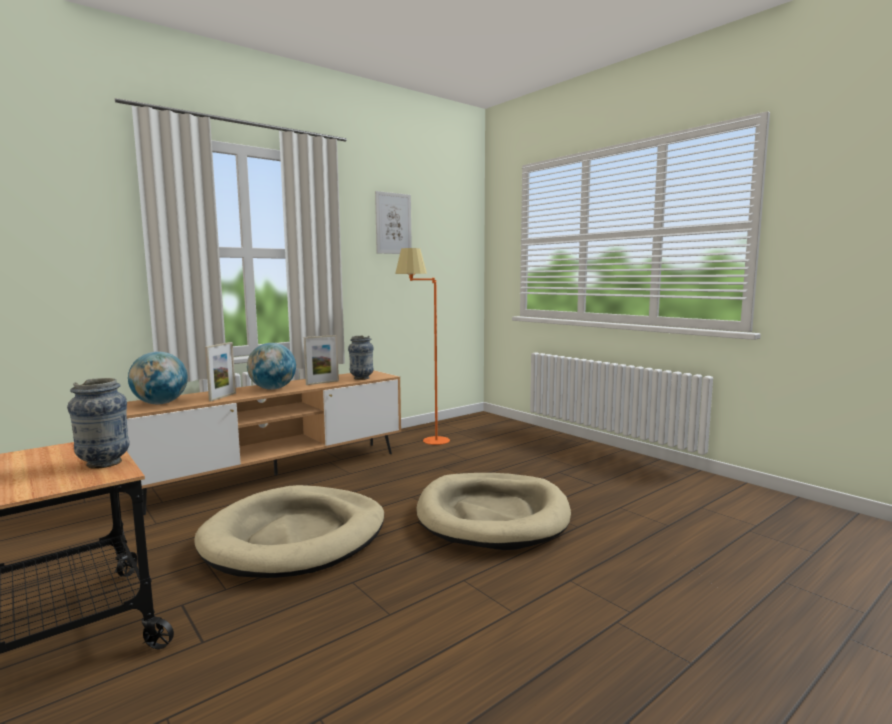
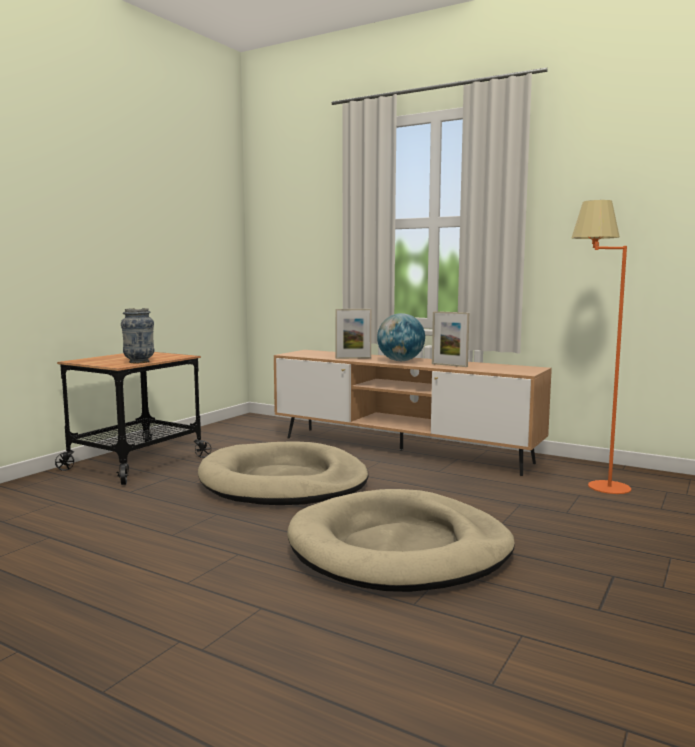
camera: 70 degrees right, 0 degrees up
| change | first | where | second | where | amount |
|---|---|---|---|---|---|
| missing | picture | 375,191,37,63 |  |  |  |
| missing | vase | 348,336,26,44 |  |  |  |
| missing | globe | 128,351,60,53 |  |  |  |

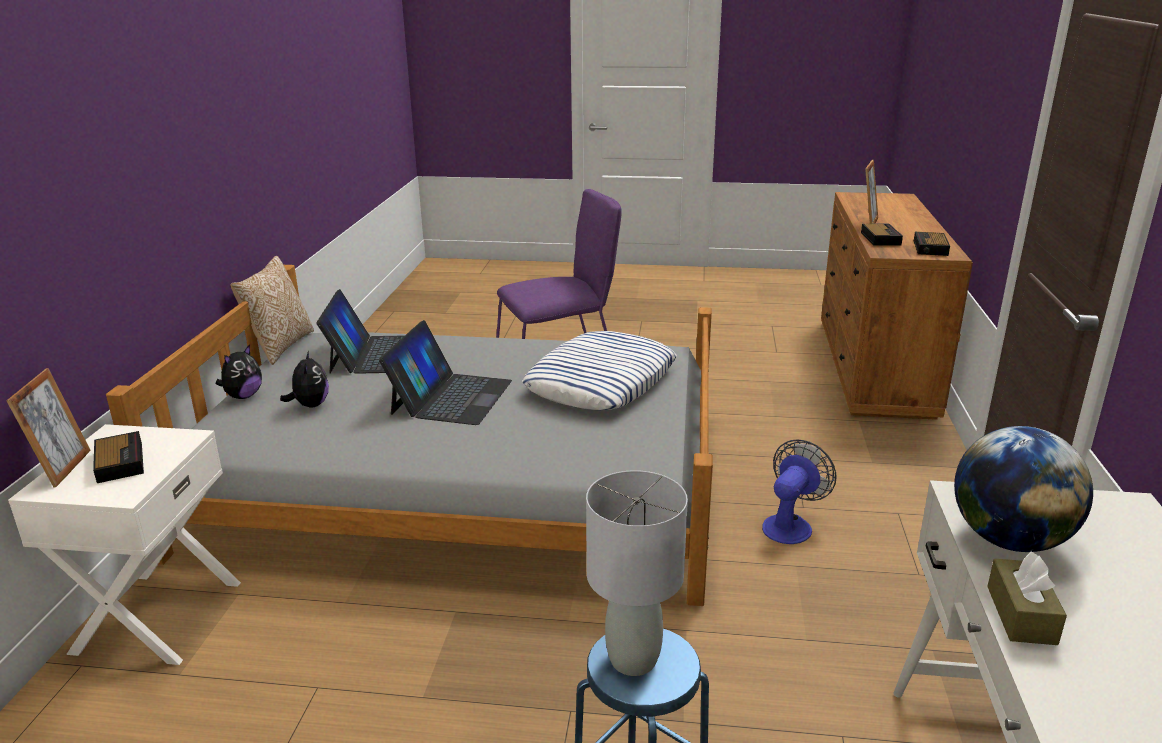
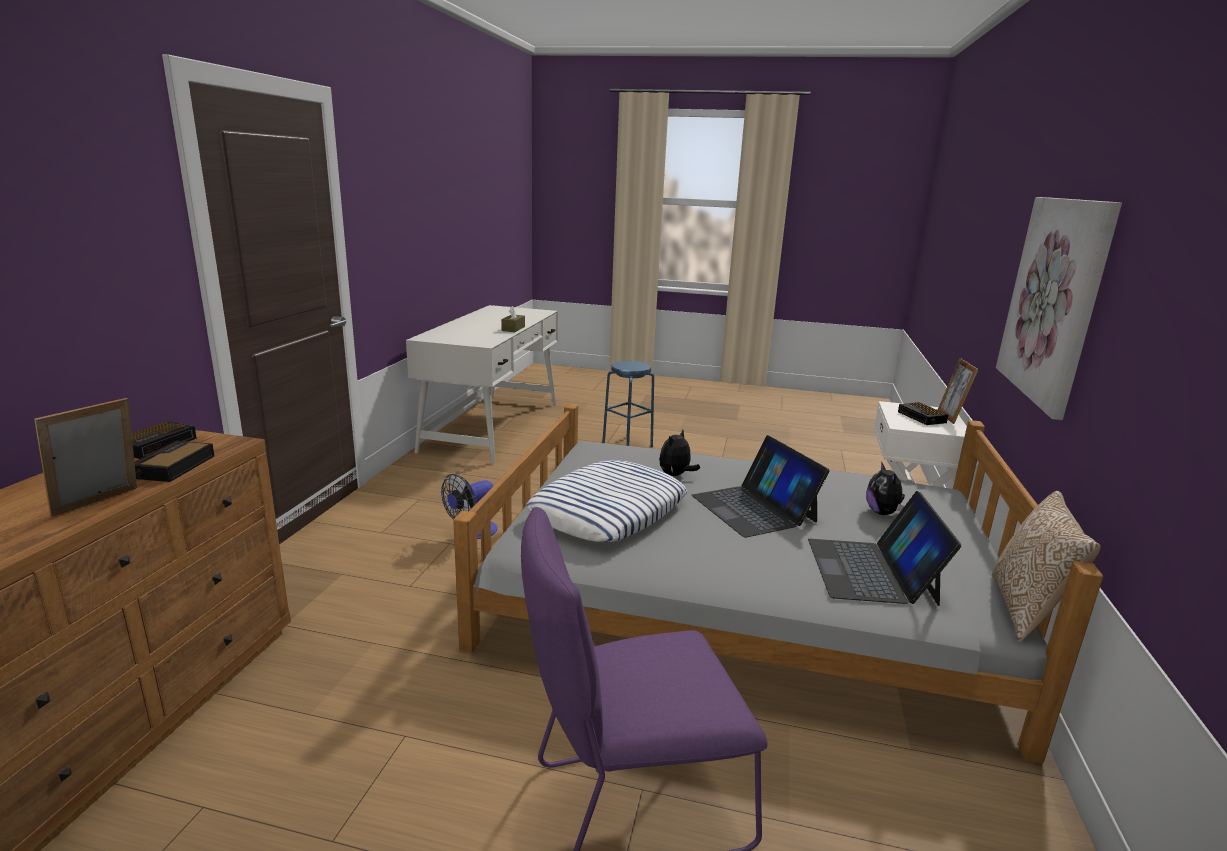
camera: 175 degrees left, 5 degrees down
| change | first | where | second | where | amount |
|---|---|---|---|---|---|
| spun | laptop | 379,320,133,105 |  | 692,435,138,102 | 45 degrees counterclockwise |
| relocated | plush_toy | 216,344,46,55 |  | 659,430,41,46 |  |
| missing | globe | 954,426,139,126 |  |  |  |
| missing | grey_table_lamp | 586,470,102,206 |  |  |  |
| appeared |  |  | picture | 996,197,126,223 |  |

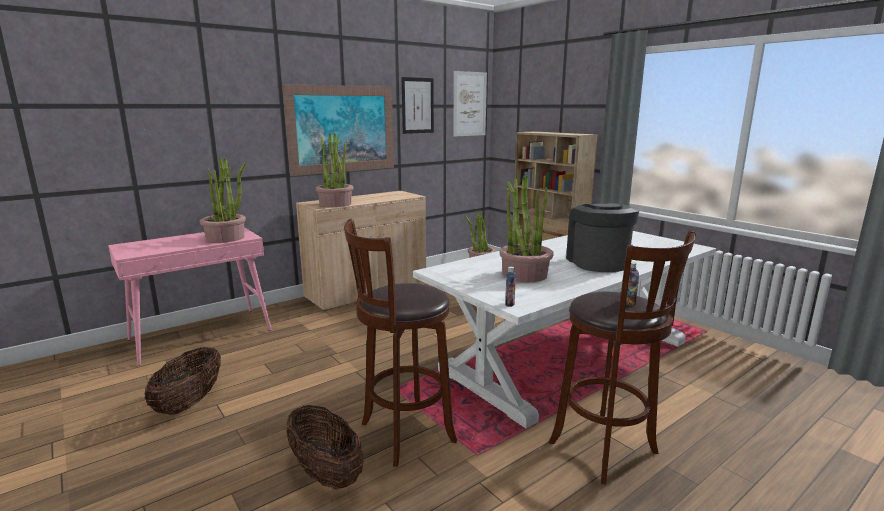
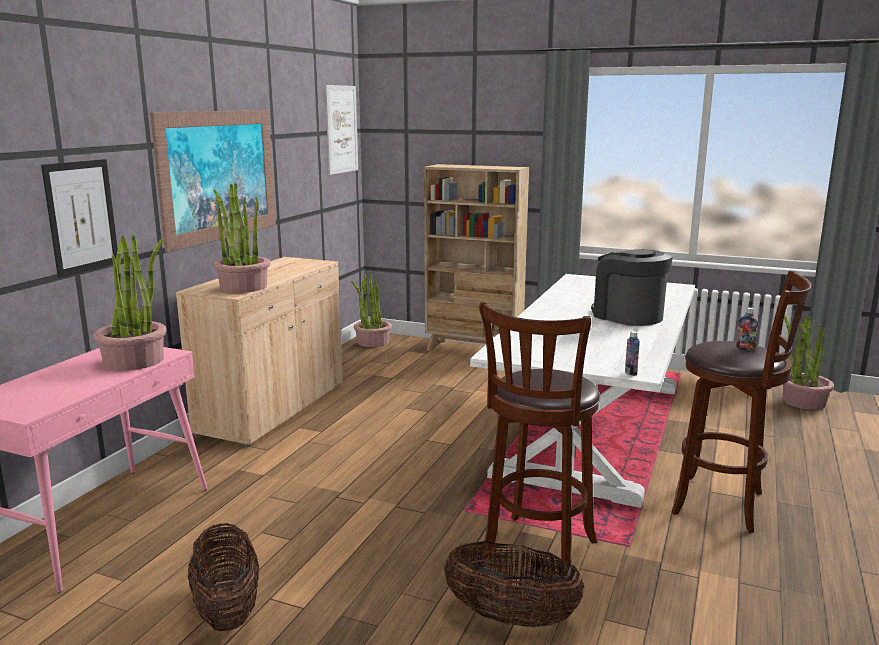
camera: 30 degrees left, 0 degrees up
| change | first | where | second | where | amount |
|---|---|---|---|---|---|
| relocated | picture | 402,77,32,57 |  | 41,159,77,119 |  |
| relocated | potted_plant | 499,174,55,108 |  | 783,315,51,95 |  |

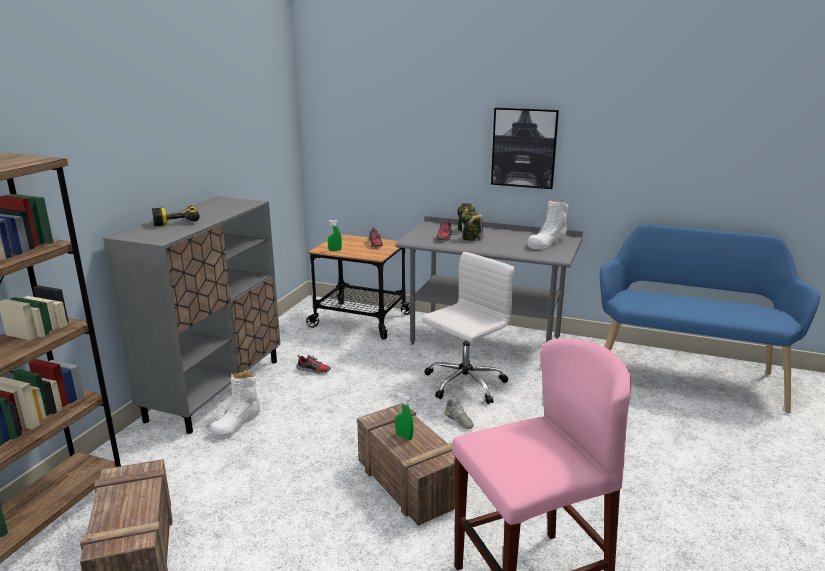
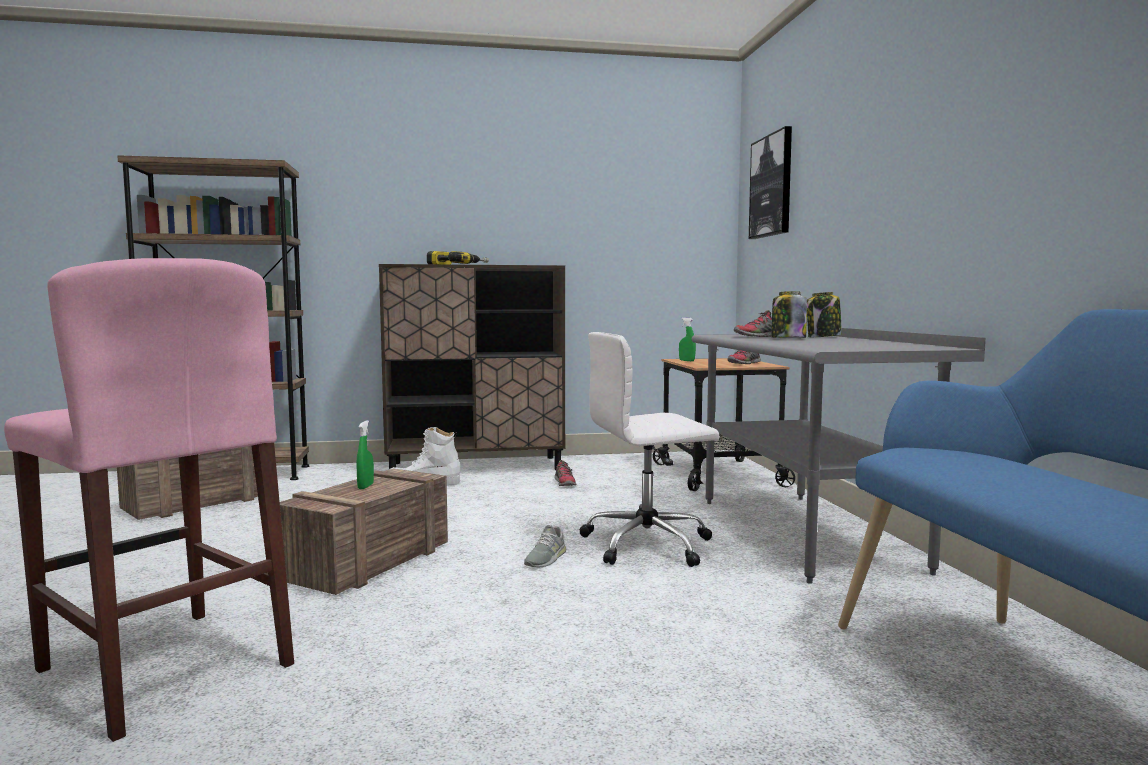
camera: 60 degrees right, 15 degrees down
| change | first | where | second | where | amount |
|---|---|---|---|---|---|
| relocated | picture | 491,108,68,81 |  | 749,126,43,113 |  |
| colour | grey_cabinet | 103,196,177,238 | brown_cabinet | 379,264,186,206 |  |
| missing | white_boot | 528,199,40,50 |  |  |  |
| spun | white_office_chair | 422,252,92,152 |  | 580,332,139,235 | 150 degrees clockwise |

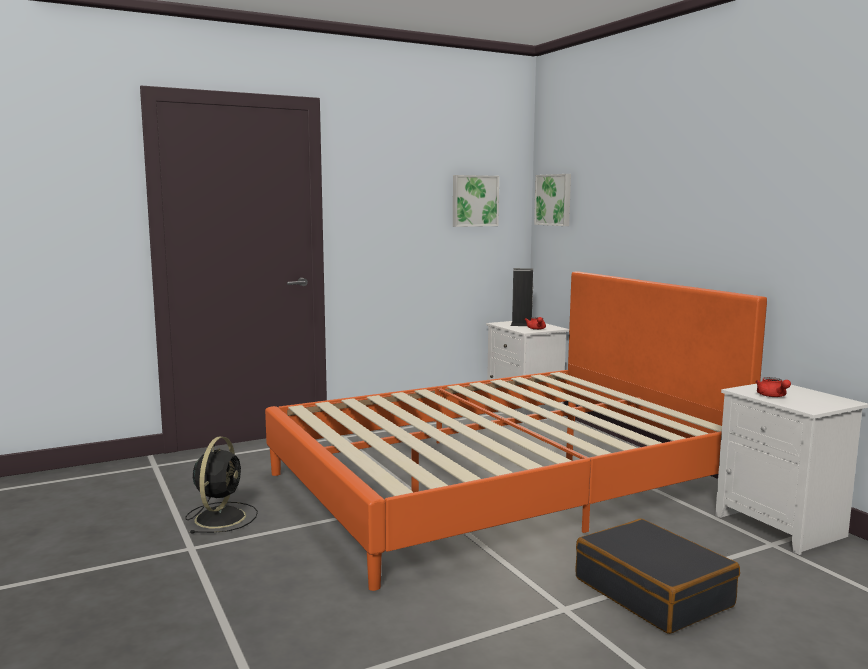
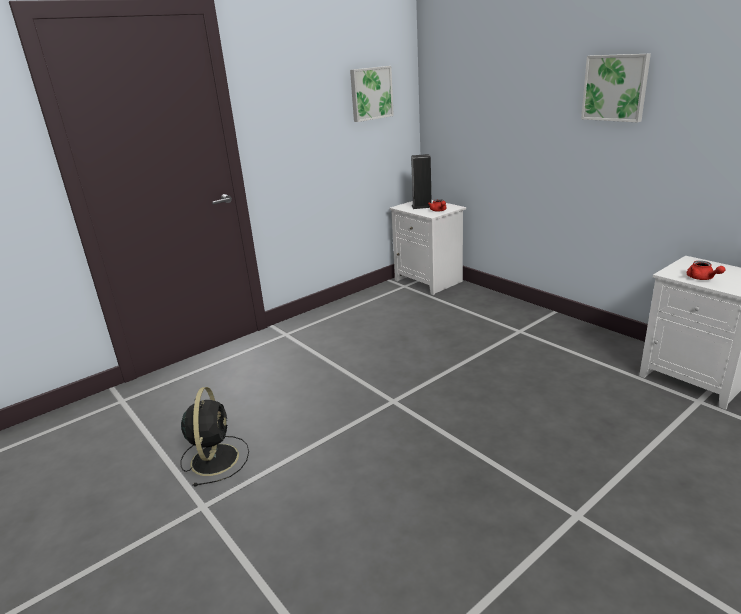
camera: 10 degrees left, 15 degrees up
| change | first | where | second | where | amount |
|---|---|---|---|---|---|
| relocated | picture | 534,174,37,52 |  | 581,53,70,70 |  |
| missing | orange_bed | 265,271,502,320 |  |  |  |
| missing | black_suitcase | 575,519,165,115 |  |  |  |

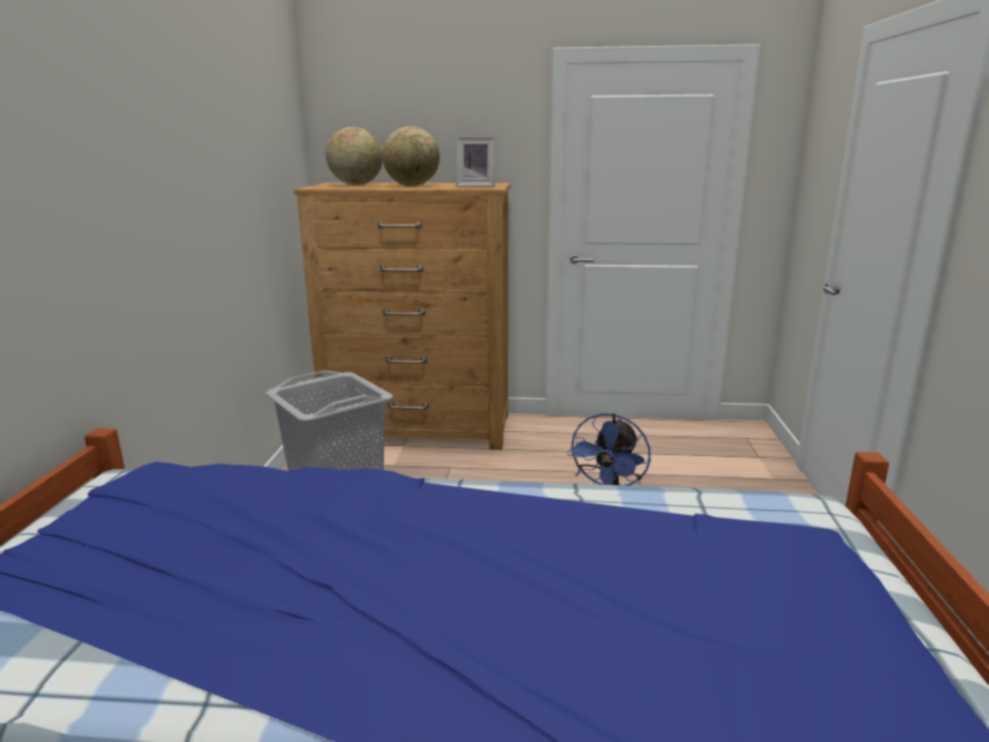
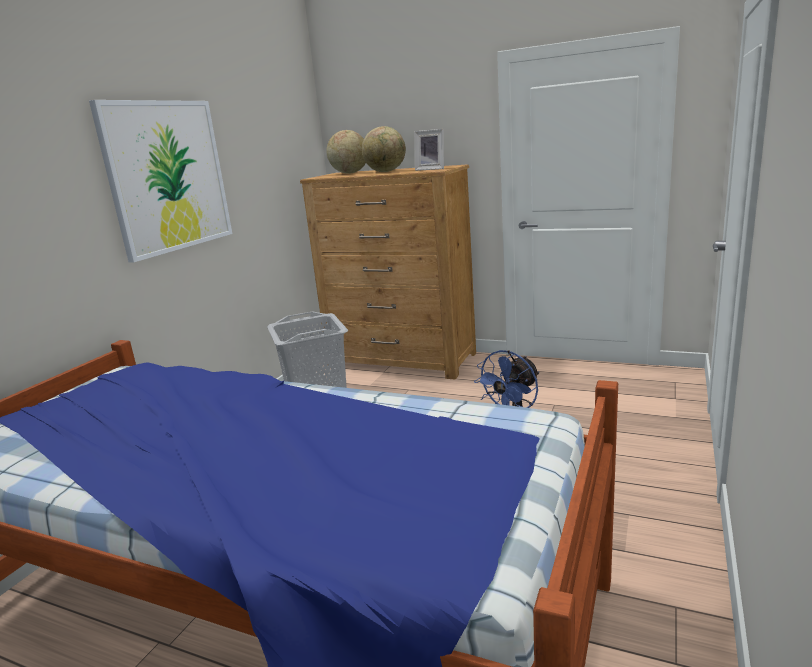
camera: 20 degrees right, 0 degrees up
| change | first | where | second | where | amount |
|---|---|---|---|---|---|
| appeared |  |  | picture | 89,100,143,162 |  |

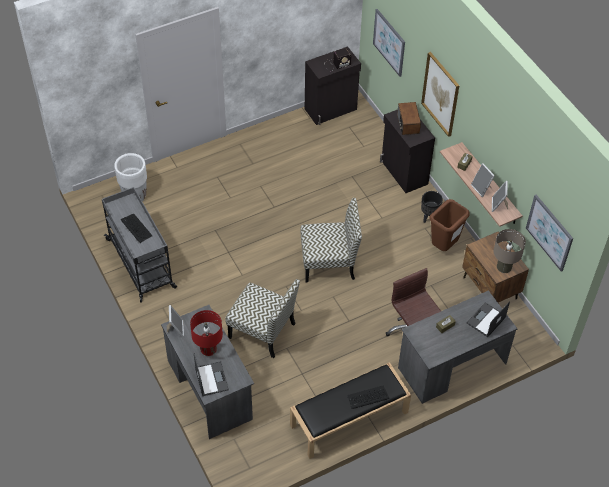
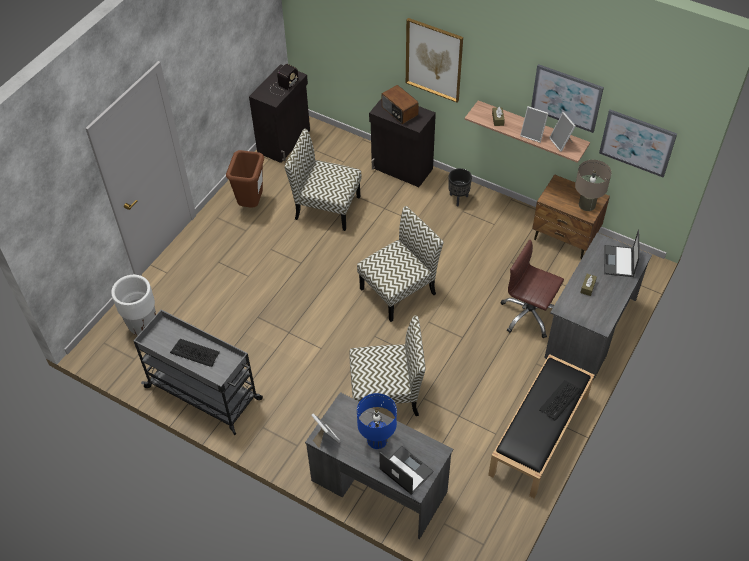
camera: 30 degrees left, 0 degrees up
| change | first | where | second | where | amount |
|---|---|---|---|---|---|
| relocated | picture | 373,9,32,68 |  | 531,64,73,69 |  |
| relocated | brown_trash_can | 430,199,40,52 |  | 226,150,38,58 |  |
| colour | red_table_lamp | 190,310,33,46 | blue_table_lamp | 357,393,40,56 |  |
| appeared |  |  | chair | 285,129,76,102 |  |

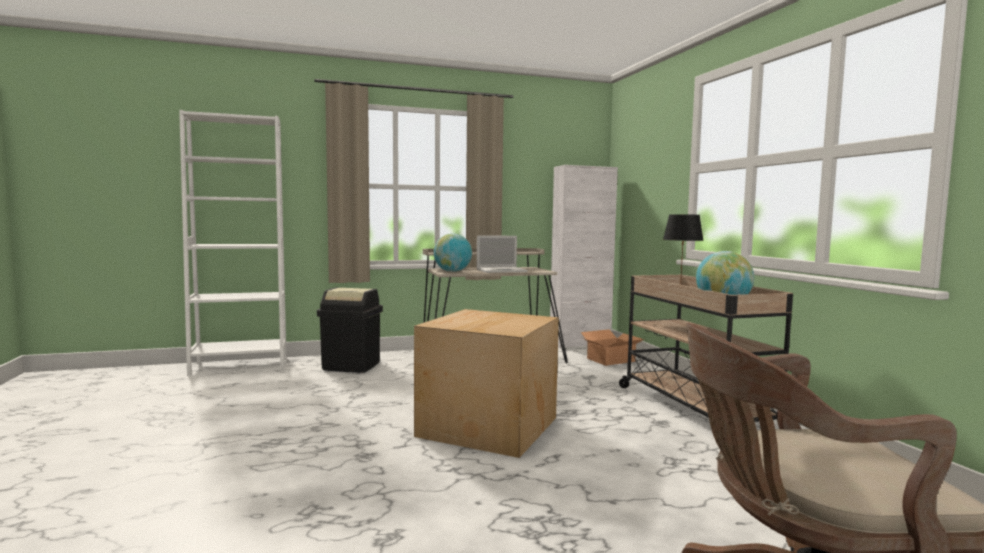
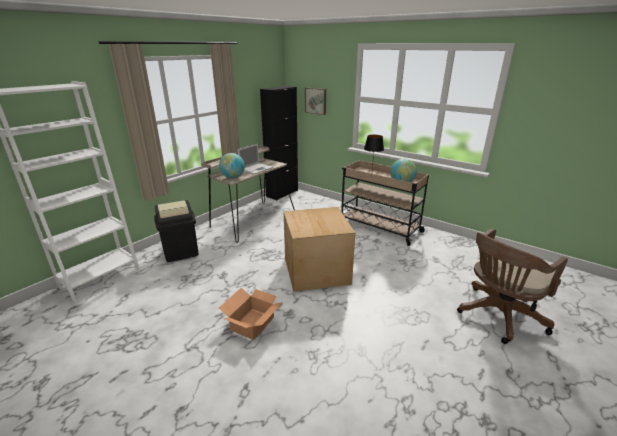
camera: 35 degrees left, 20 degrees up
| change | first | where | second | where | amount |
|---|---|---|---|---|---|
| colour | white_cabinet | 550,165,68,183 | black_cabinet | 260,86,38,114 |  |
| relocated | cardboard_box | 581,329,63,37 |  | 219,288,64,52 |  |
| appeared |  |  | picture | 305,87,21,28 |  |

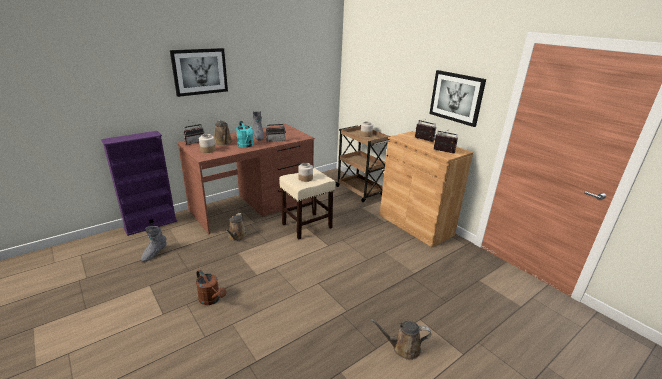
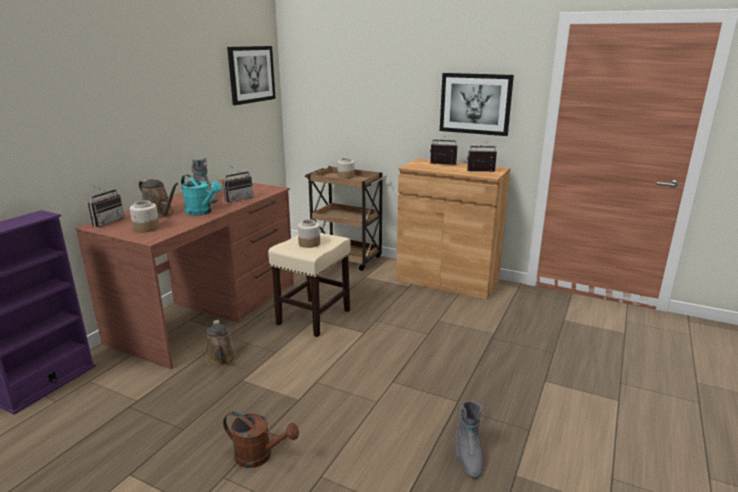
camera: 25 degrees left, 5 degrees down
| change | first | where | second | where | amount |
|---|---|---|---|---|---|
| relocated | picture | 170,48,58,49 |  | 227,46,49,59 |  |
| relocated | grey_boot | 141,226,26,36 |  | 456,401,27,78 |  |
| missing | brown_watering_can | 370,319,61,41 |  |  |  |

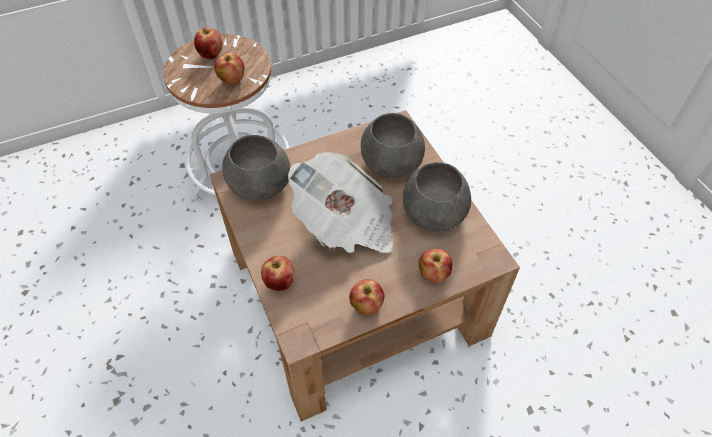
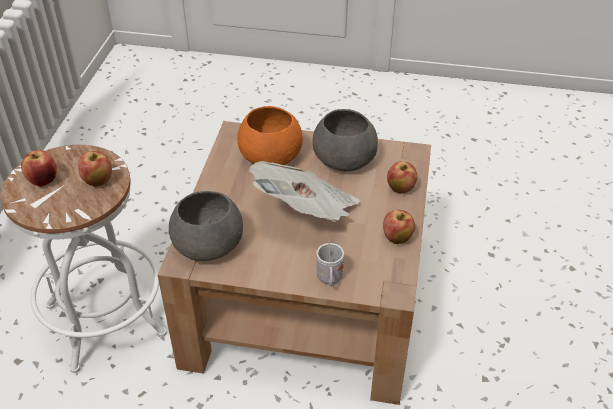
camera: 55 degrees left, 10 degrees down
| change | first | where | second | where | amount |
|---|---|---|---|---|---|
| colour | grey_bowl | 361,113,64,65 | orange_bowl | 237,106,66,59 |  |
| exchanged | apple | 261,256,33,35 | white_mug | 316,235,28,51 |  |

